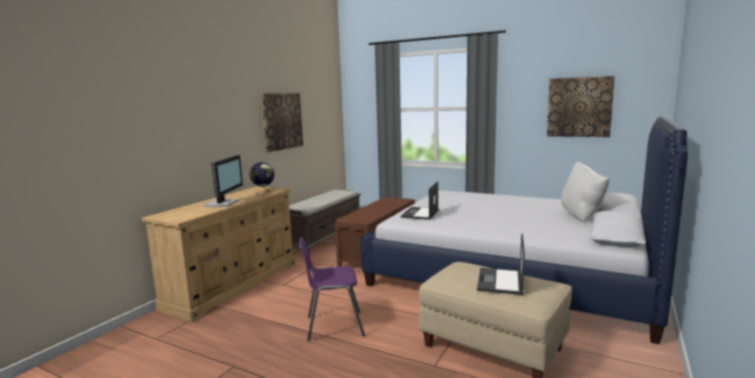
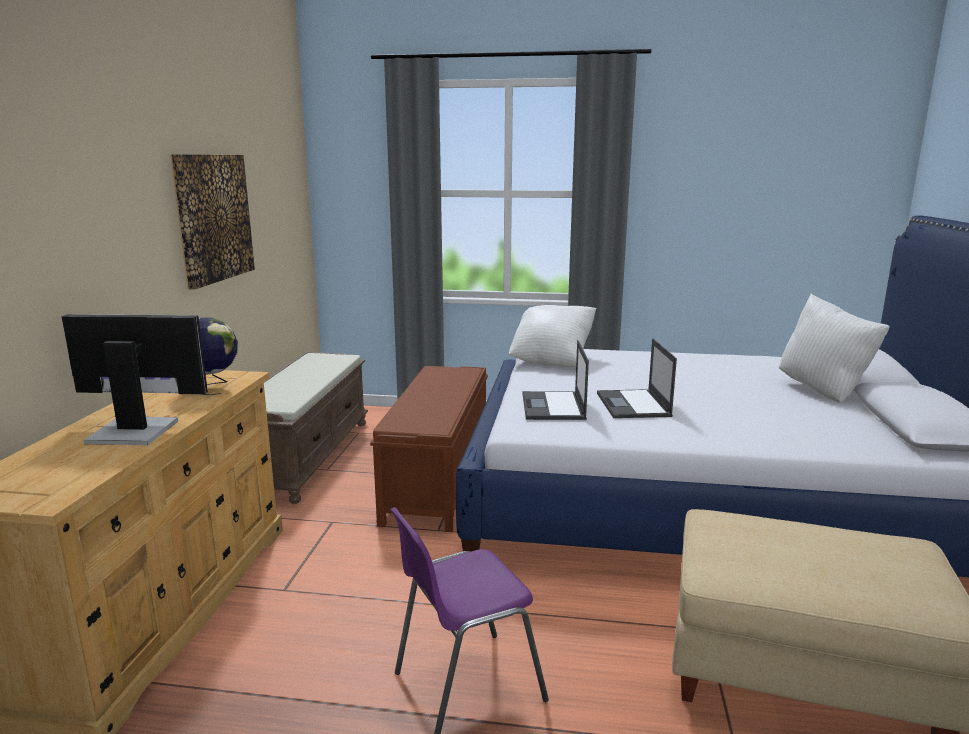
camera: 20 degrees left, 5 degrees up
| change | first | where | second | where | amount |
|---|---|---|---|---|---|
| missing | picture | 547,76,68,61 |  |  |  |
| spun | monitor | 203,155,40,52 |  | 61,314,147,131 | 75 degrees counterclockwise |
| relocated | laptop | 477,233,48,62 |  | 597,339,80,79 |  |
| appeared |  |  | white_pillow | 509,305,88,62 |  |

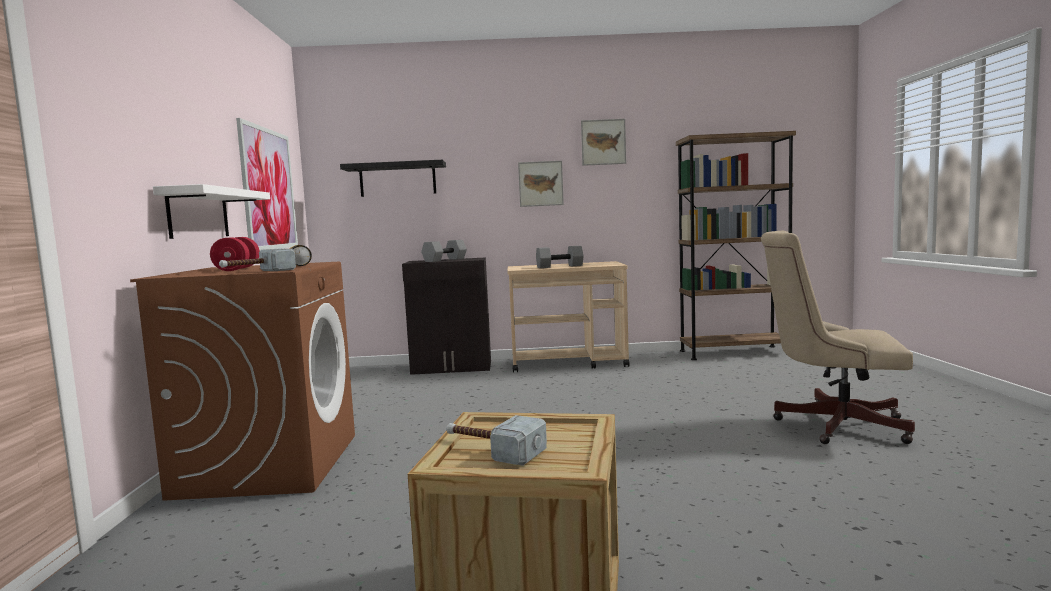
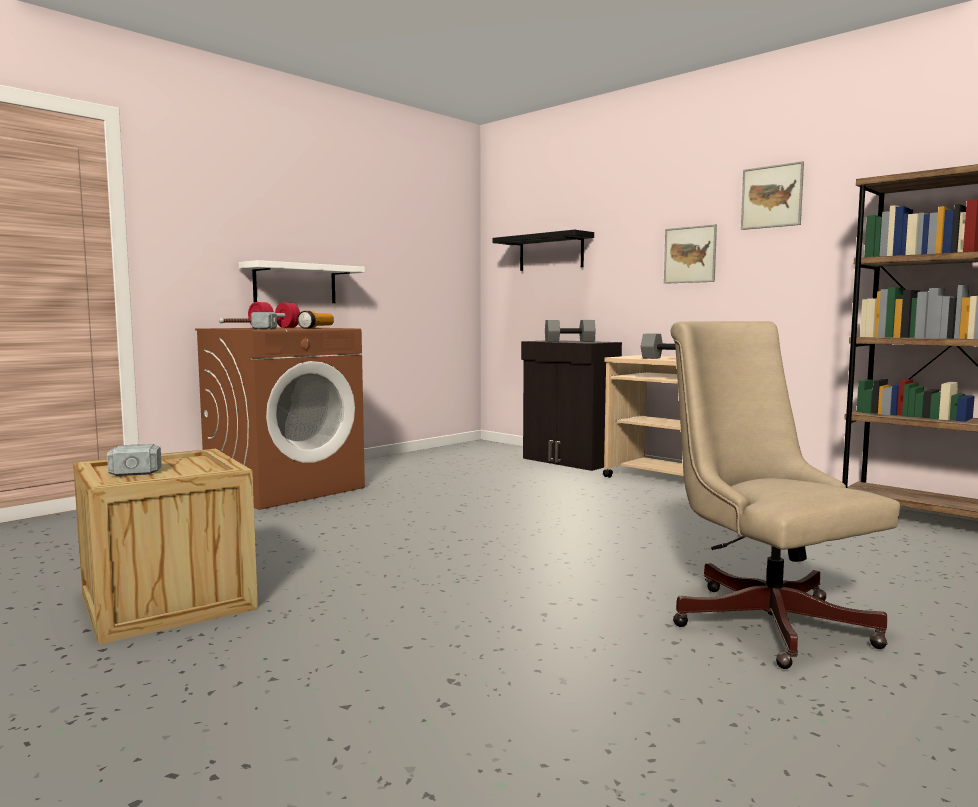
camera: 45 degrees right, 0 degrees up
| change | first | where | second | where | amount |
|---|---|---|---|---|---|
| missing | picture | 236,118,62,133 |  |  |  |

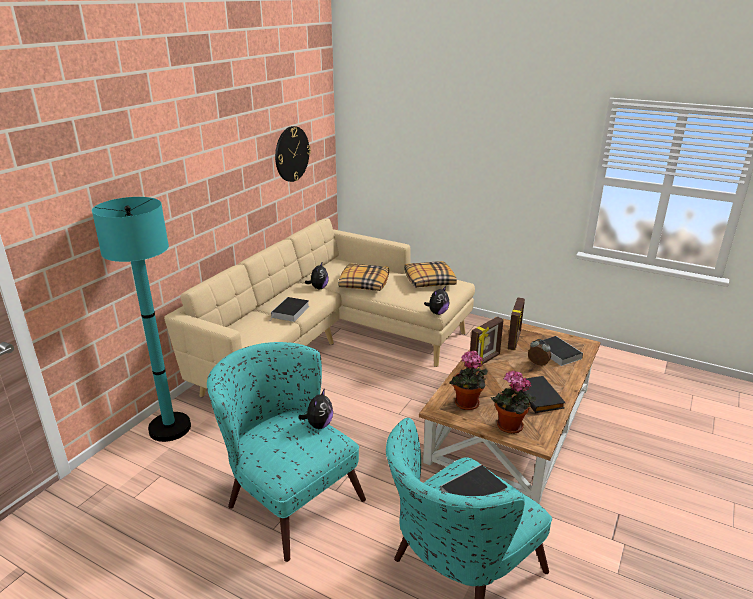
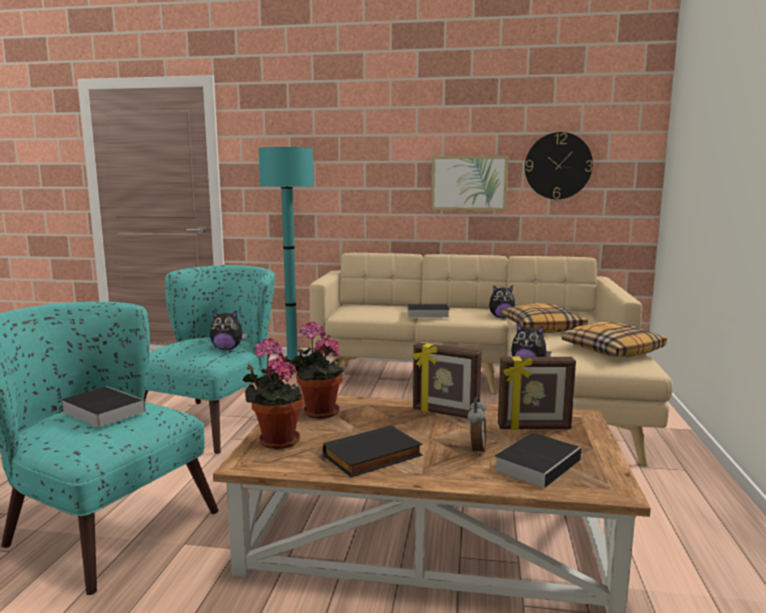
camera: 70 degrees right, 15 degrees down
| change | first | where | second | where | amount |
|---|---|---|---|---|---|
| appeared |  |  | picture | 431,155,78,56 |  |

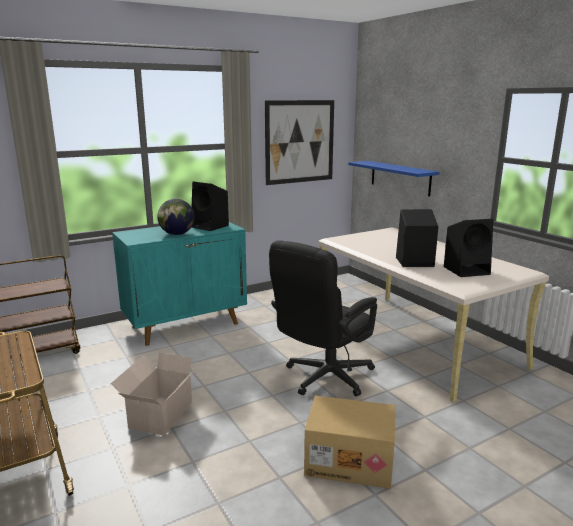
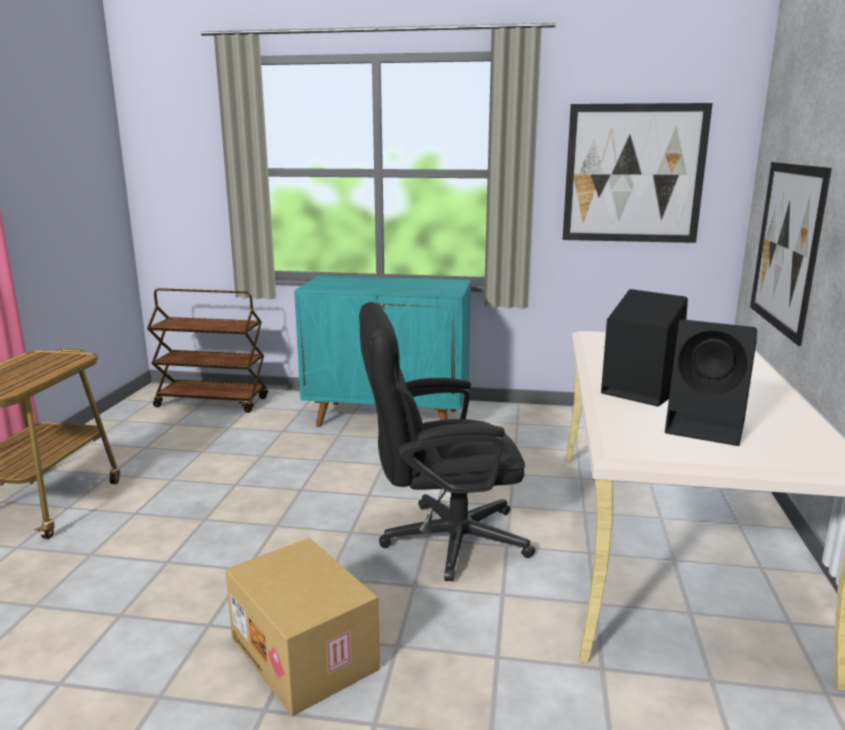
camera: 40 degrees right, 0 degrees up
| change | first | where | second | where | amount |
|---|---|---|---|---|---|
| exchanged | blue_shelf | 348,161,92,35 | picture | 750,162,82,184 |  |
| missing | black_speaker | 192,182,37,49 |  |  |  |
| missing | globe | 157,199,37,36 |  |  |  |
| missing | cardboard_box | 111,353,90,83 |  |  |  |

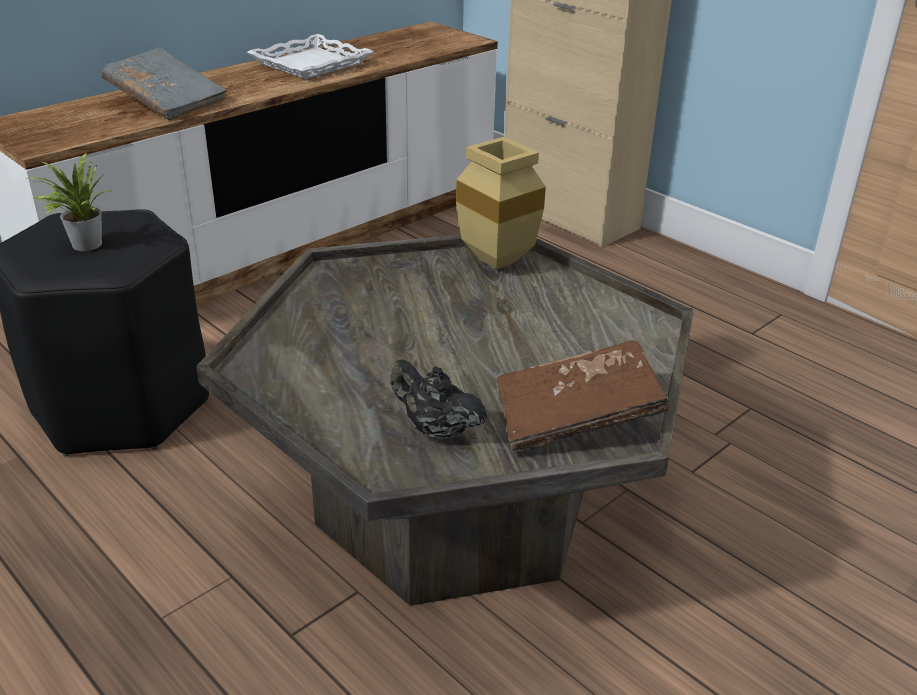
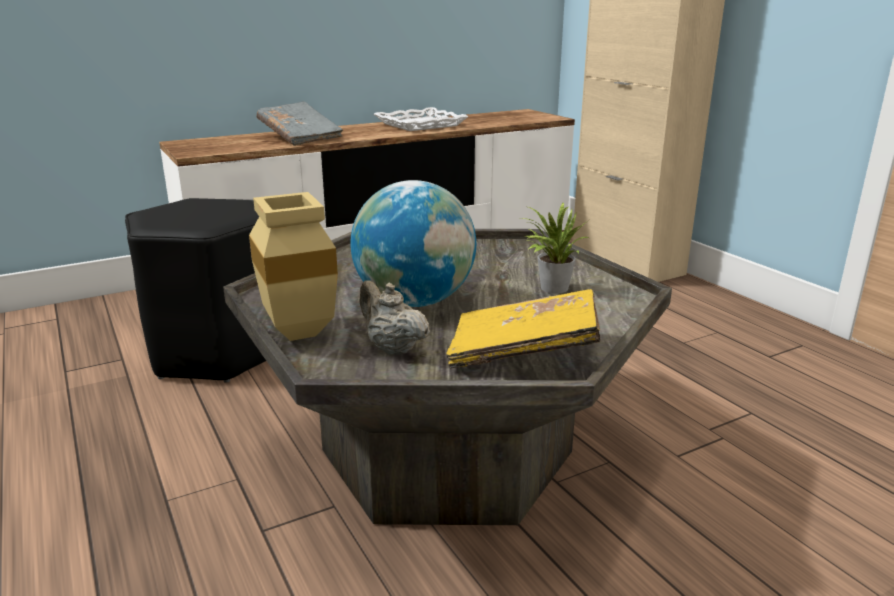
camera: 15 degrees right, 10 degrees down
| change | first | where | second | where | amount |
|---|---|---|---|---|---|
| relocated | beige_vase | 456,137,90,133 |  | 249,192,89,149 |  |
| relocated | potted_plant | 25,152,88,99 |  | 520,203,69,91 |  |
| colour | brown_book | 497,340,172,113 | yellow_book | 447,289,153,79 |  |
| colour | black_teapot | 390,360,97,81 | beige_teapot | 360,280,70,74 |  |
| appeared |  |  | globe | 350,180,126,127 |  |

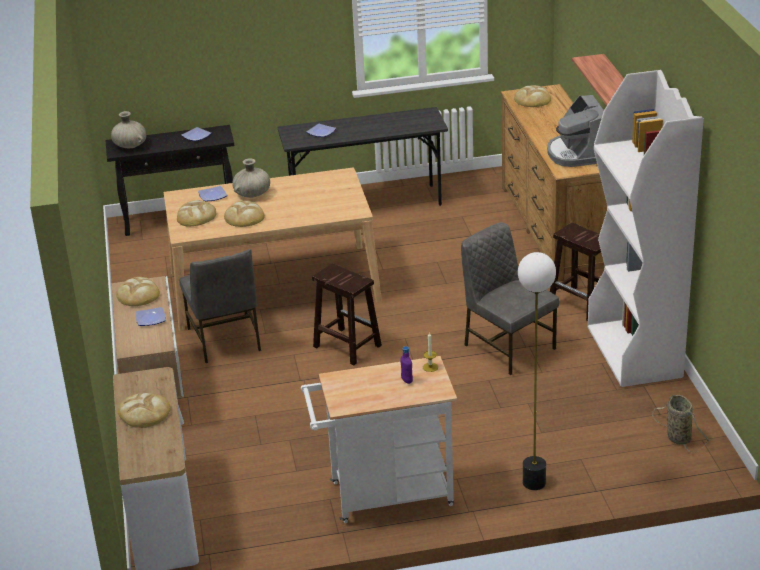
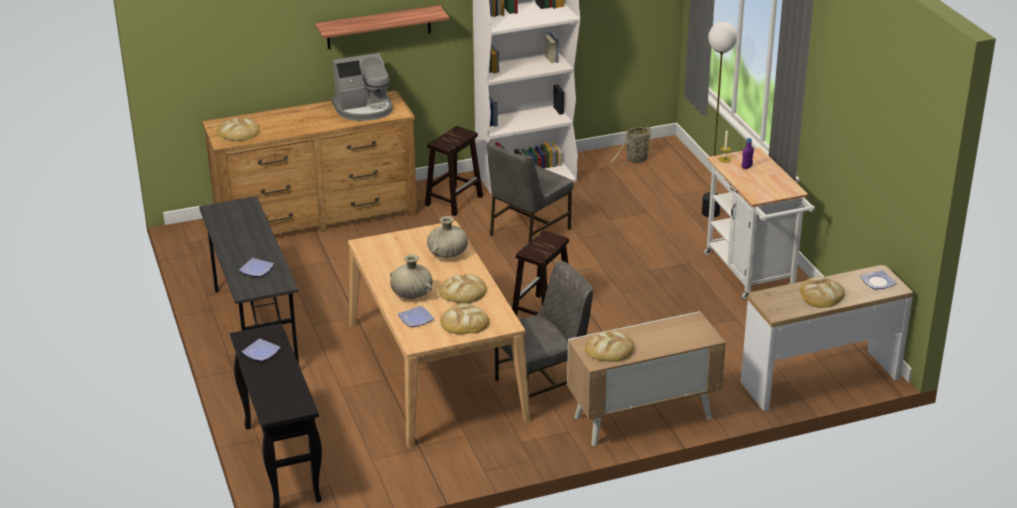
camera: 100 degrees left, 0 degrees up
| change | first | where | second | where | amount |
|---|---|---|---|---|---|
| relocated | beige_vase | 111,111,36,37 |  | 427,216,41,42 |  |
| relocated | plate | 136,307,29,19 |  | 860,270,37,19 |  |

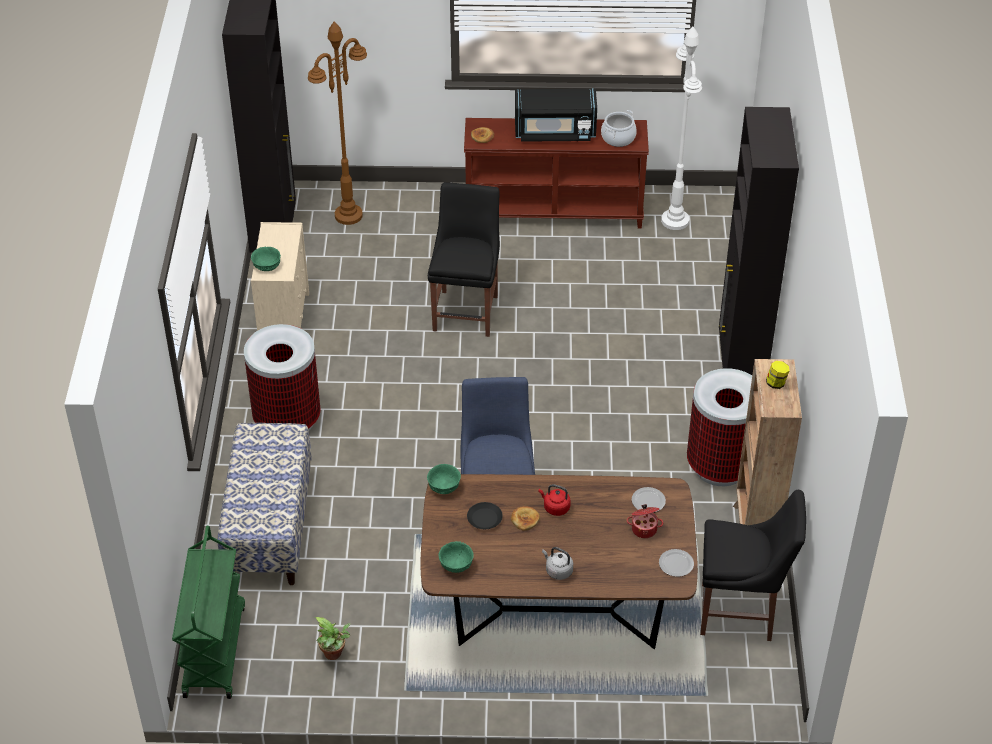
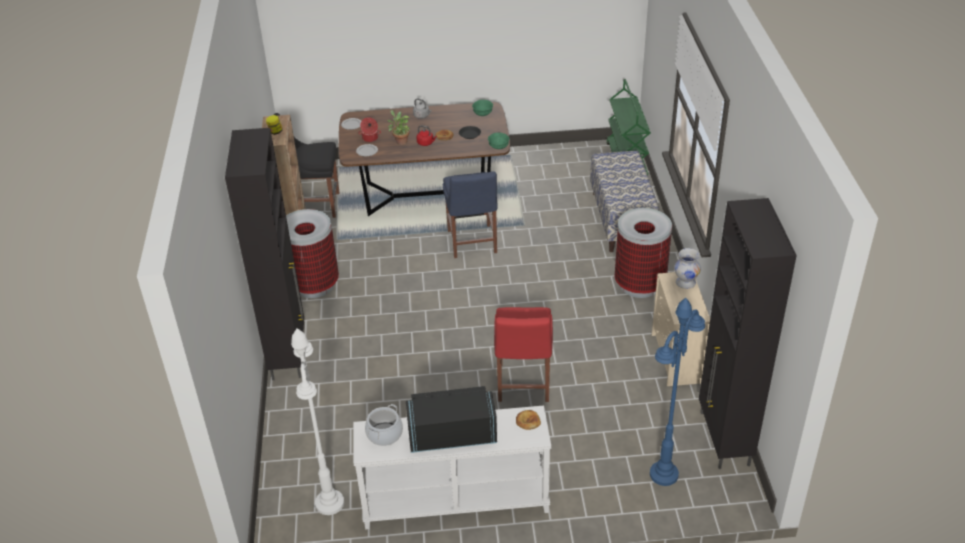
camera: 175 degrees right, 5 degrees down
| change | first | where | second | where | amount |
|---|---|---|---|---|---|
| colour | brown_floor_lamp | 308,21,59,204 | blue_floor_lamp | 650,298,55,188 |  |
| colour | brown_console_table | 464,118,185,111 | white_console_table | 353,406,198,124 |  |
| colour | black_chair | 428,182,72,155 | red_chair | 494,307,59,95 |  |
| exchanged | green_bowl | 251,247,30,24 | white_vase | 674,248,27,41 |  |
| relocated | potted_plant | 315,617,35,43 |  | 387,110,24,35 |  |

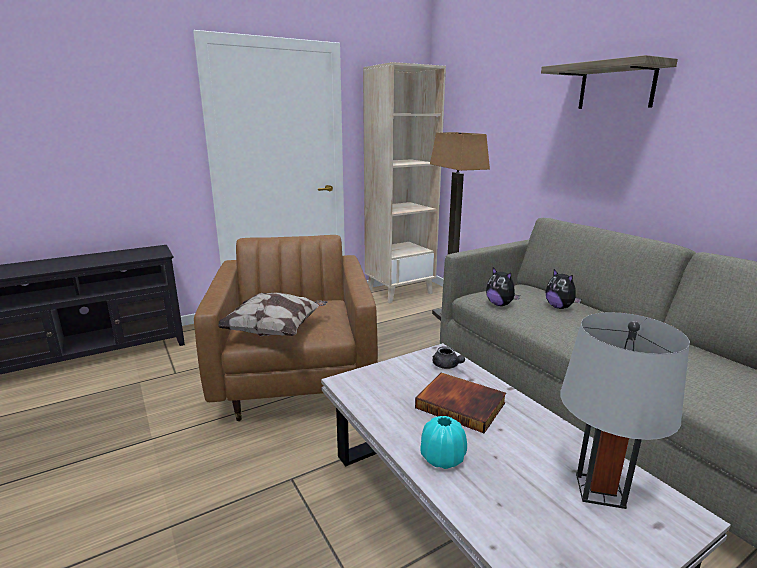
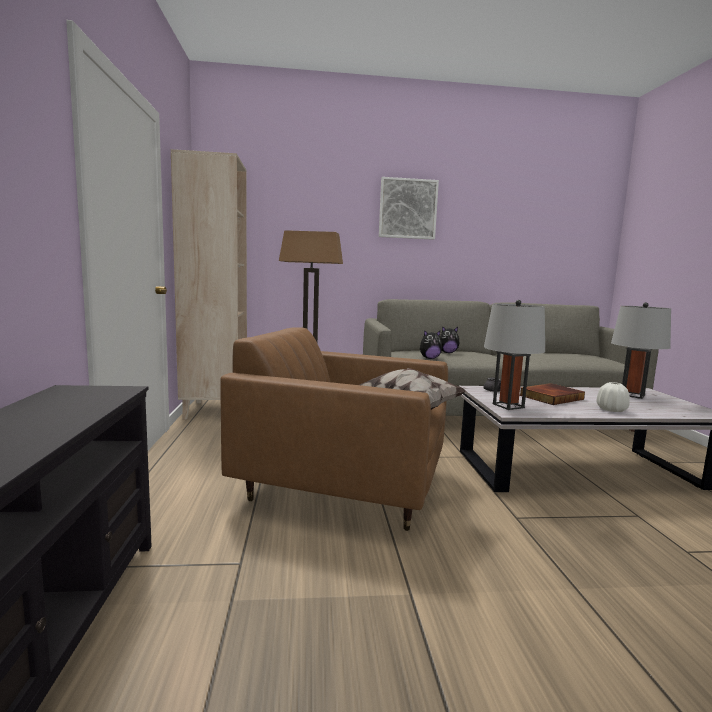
camera: 65 degrees left, 10 degrees down
| change | first | where | second | where | amount |
|---|---|---|---|---|---|
| exchanged | shelf | 541,55,137,54 | picture | 379,177,60,63 |  |
| colour | turquoise_vase | 420,416,47,53 | white_vase | 596,382,34,30 |  |
| appeared |  |  | grey_table_lamp | 484,300,61,110 |  |

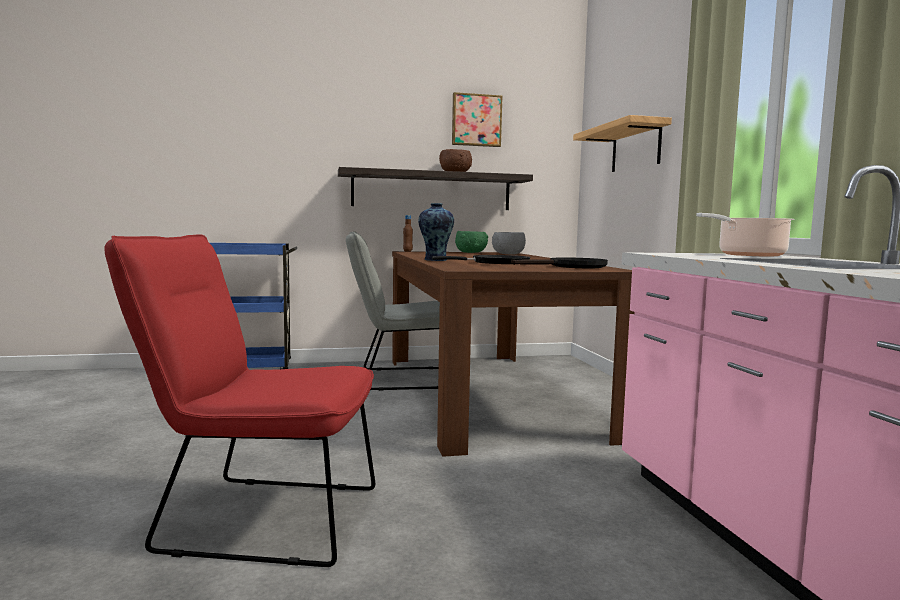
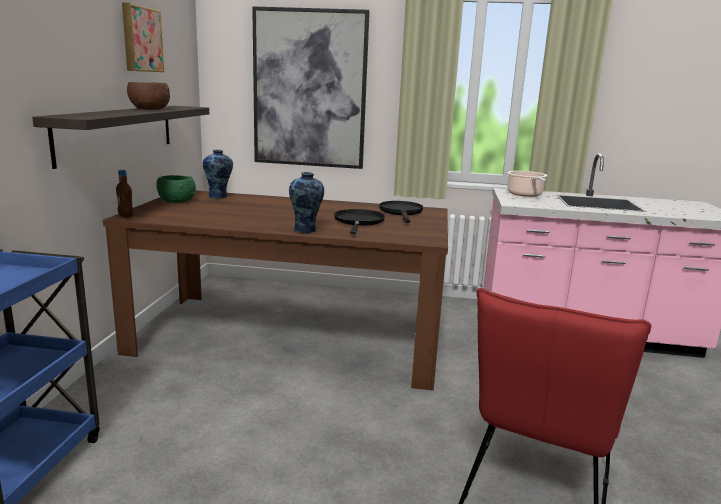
camera: 70 degrees left, 10 degrees up
| change | first | where | second | where | amount |
|---|---|---|---|---|---|
| exchanged | shelf | 573,115,99,57 | picture | 252,6,118,163 |  |
| missing | grey_chair | 346,231,94,160 |  |  |  |
| exchanged | grey_bowl | 492,232,34,22 | vase | 203,150,30,49 |  |

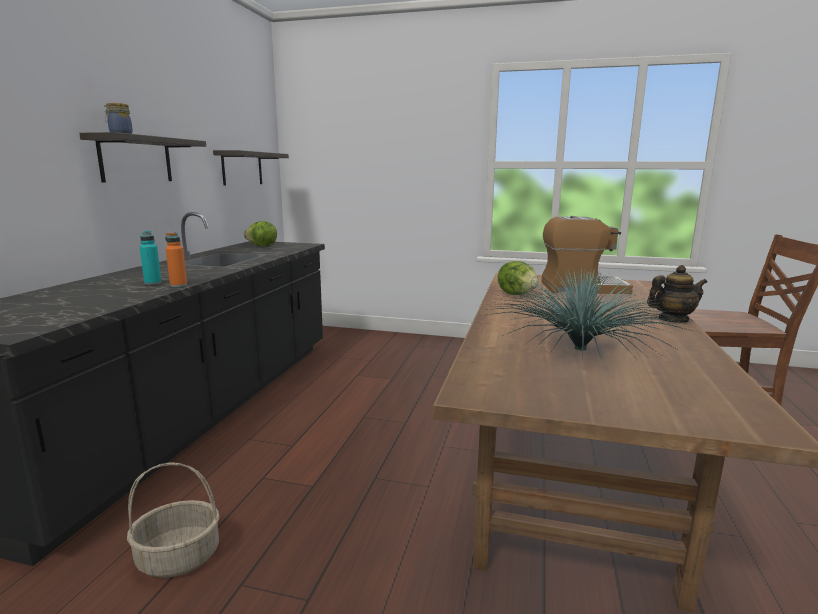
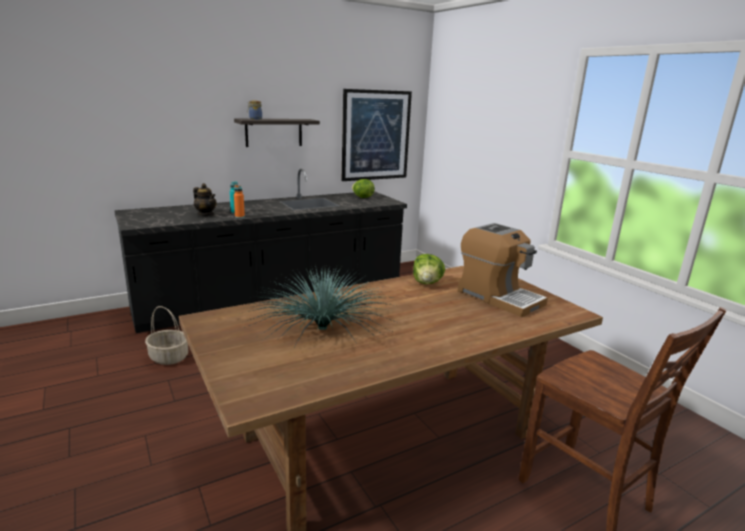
camera: 45 degrees right, 5 degrees up
| change | first | where | second | where | amount |
|---|---|---|---|---|---|
| exchanged | shelf | 213,150,76,36 | picture | 342,89,70,92 |  |
| relocated | teapot | 647,265,60,58 |  | 193,183,24,33 |  |

